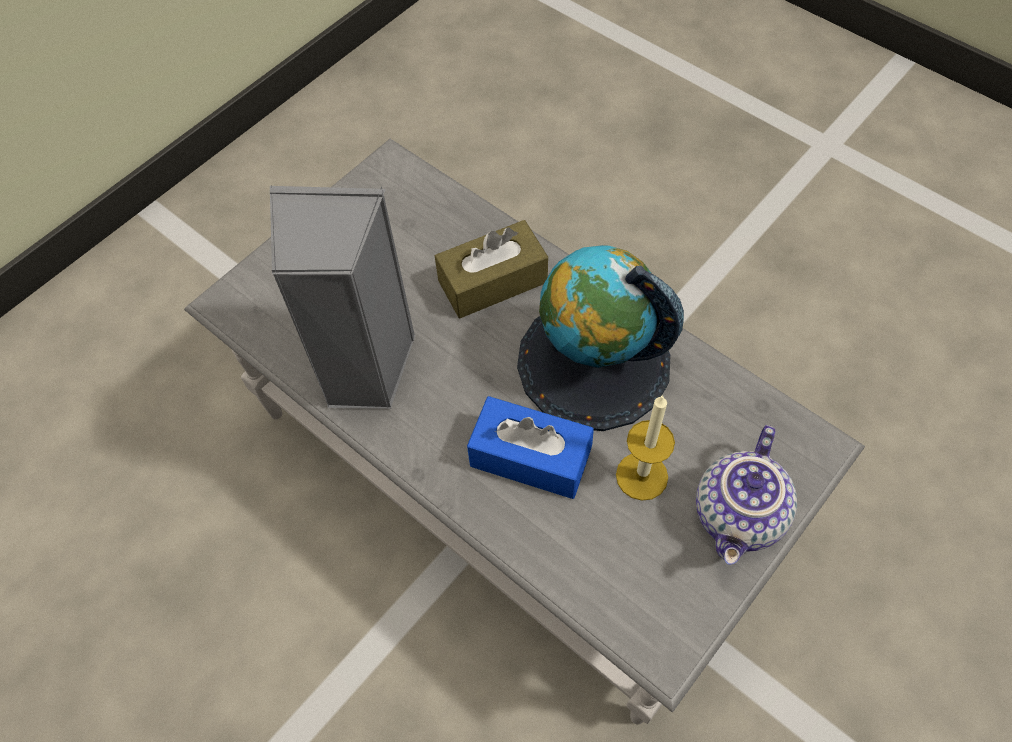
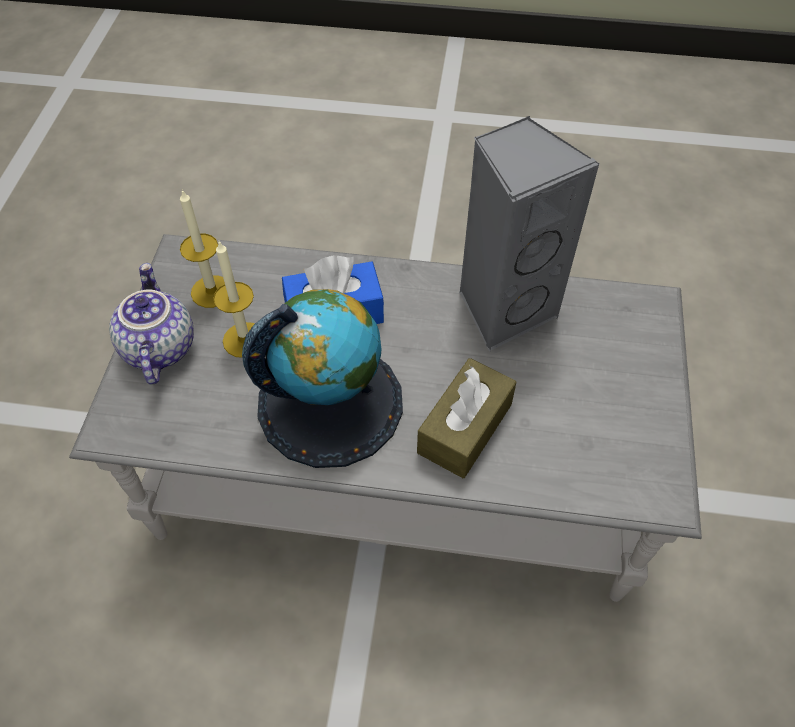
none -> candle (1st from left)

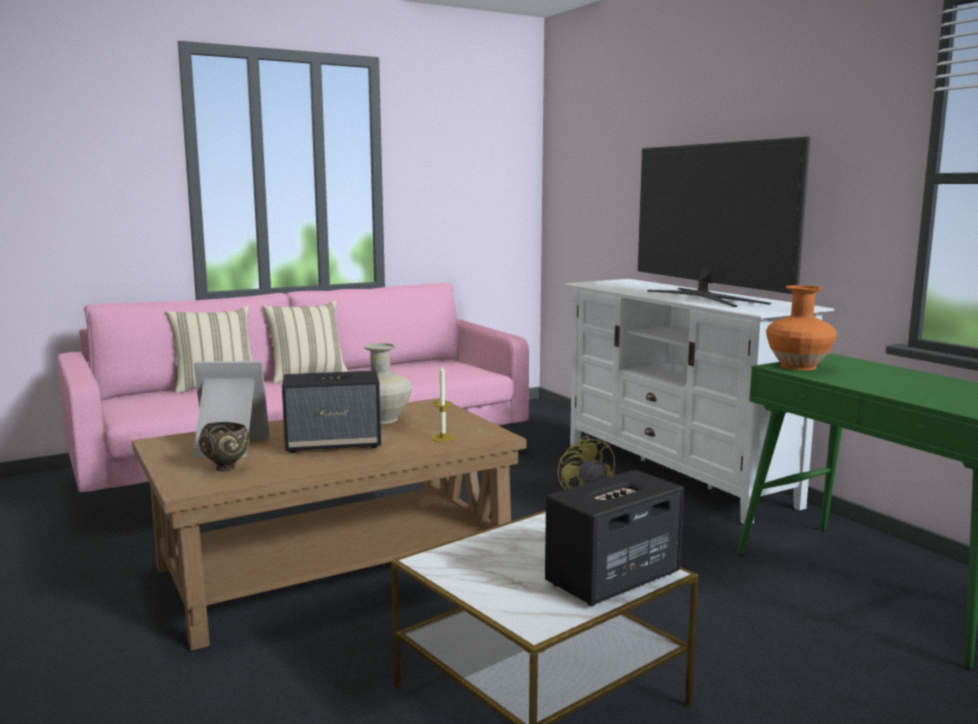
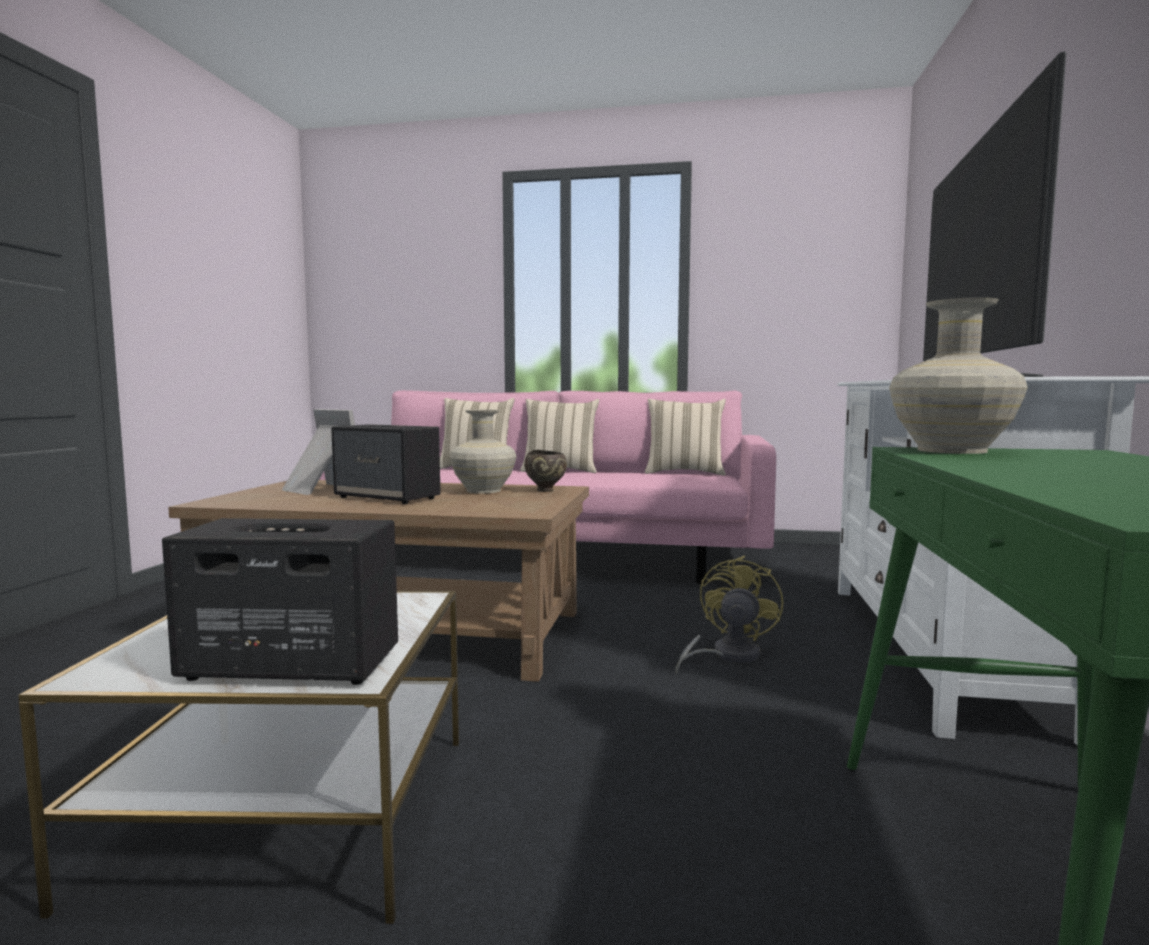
orange vase -> beige vase (2nd from left)
candle -> none
brown bowl, moved
none -> beige pillow (3rd from left)

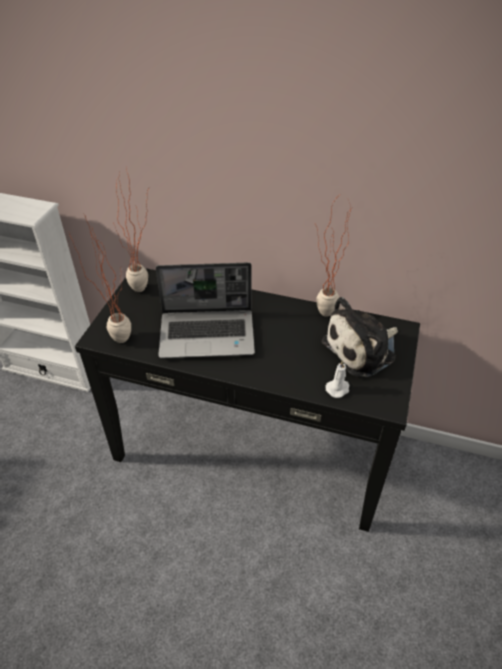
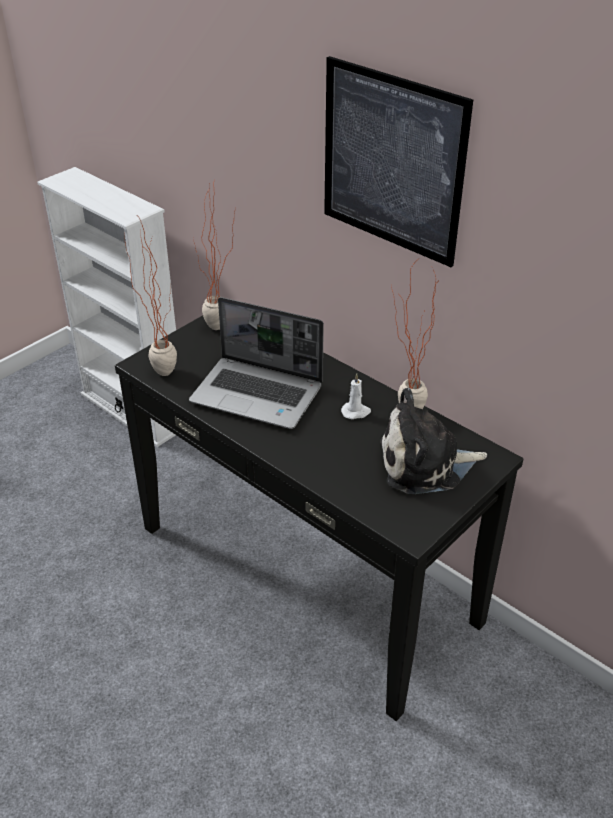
white candle, moved
none -> picture

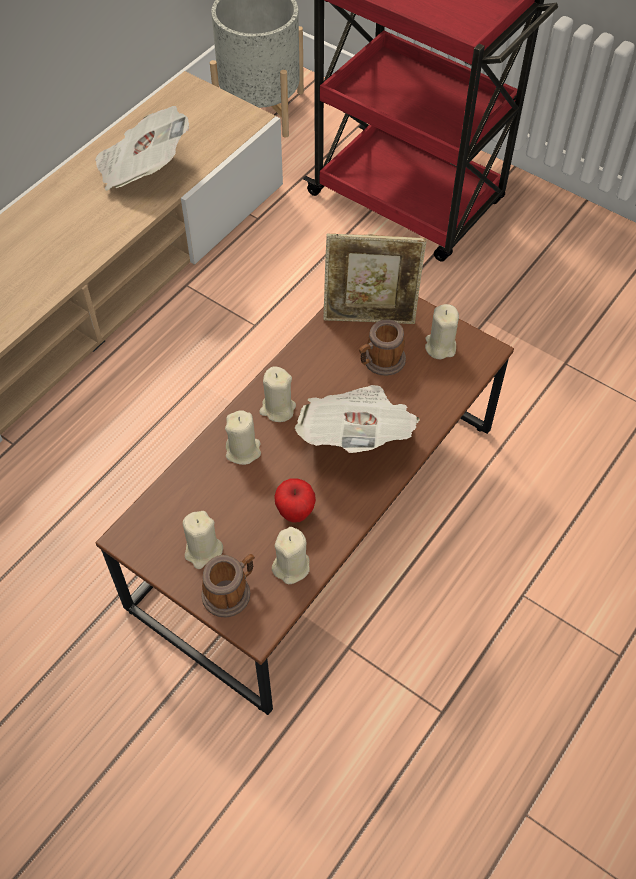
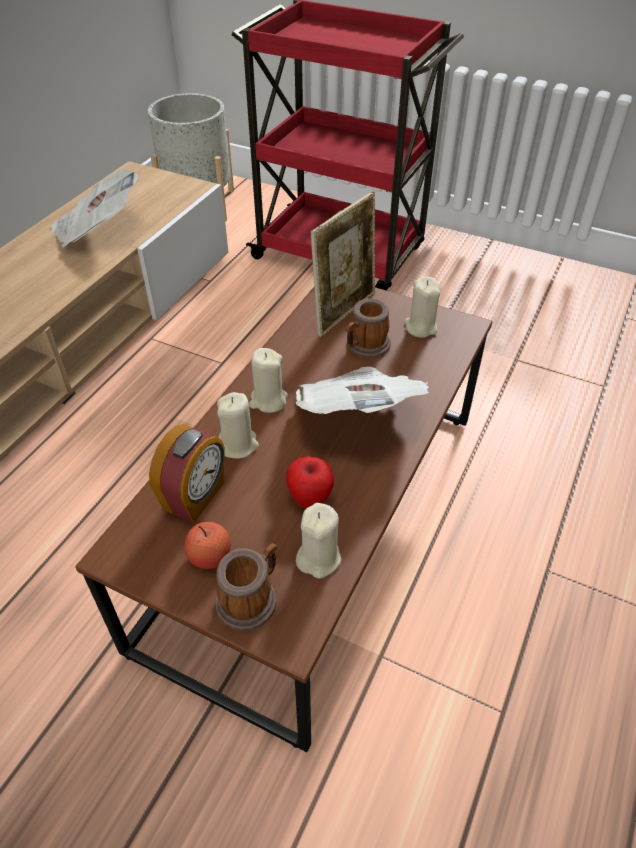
picture frame, 45 degrees counterclockwise
beige candle (1st from left) -> apple (1st from left)
none -> alarm clock

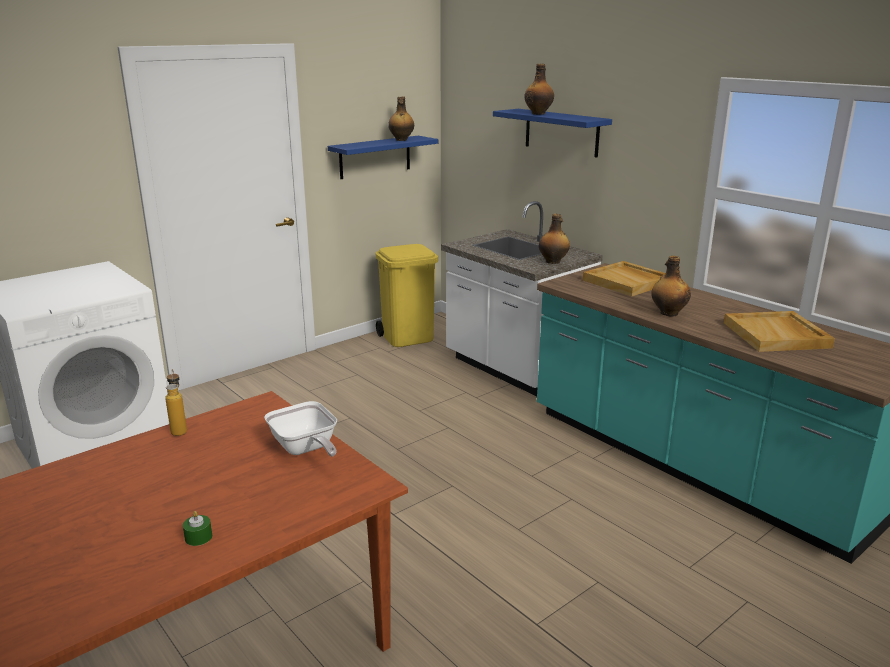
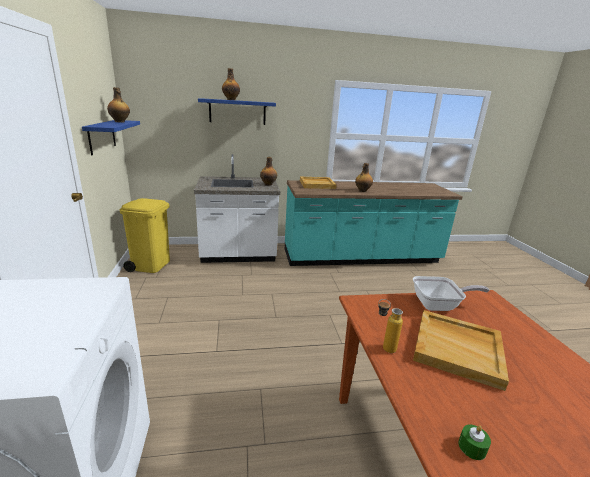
beige tray (2nd from left), moved
green candle, moved

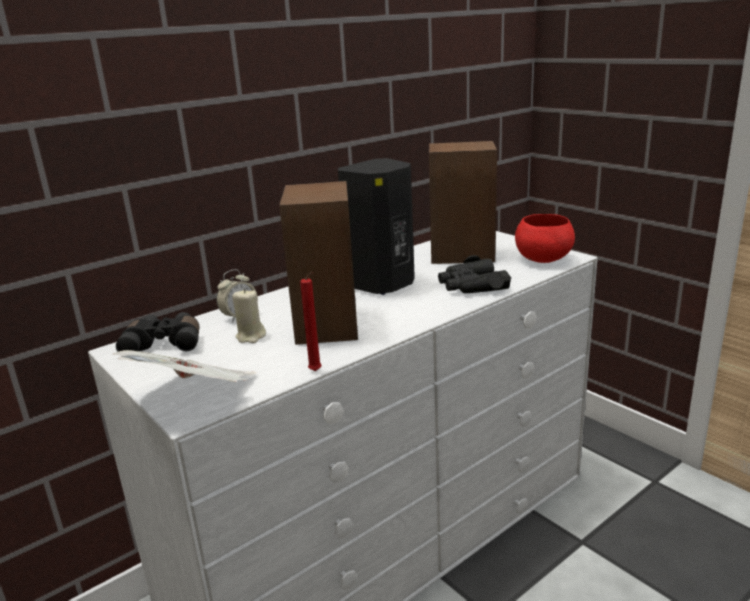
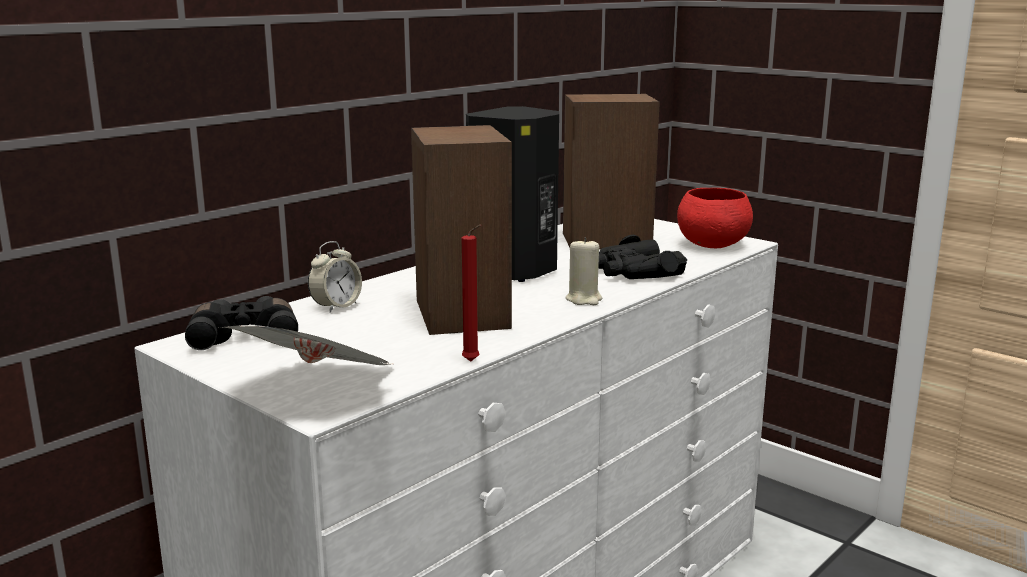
beige candle, moved

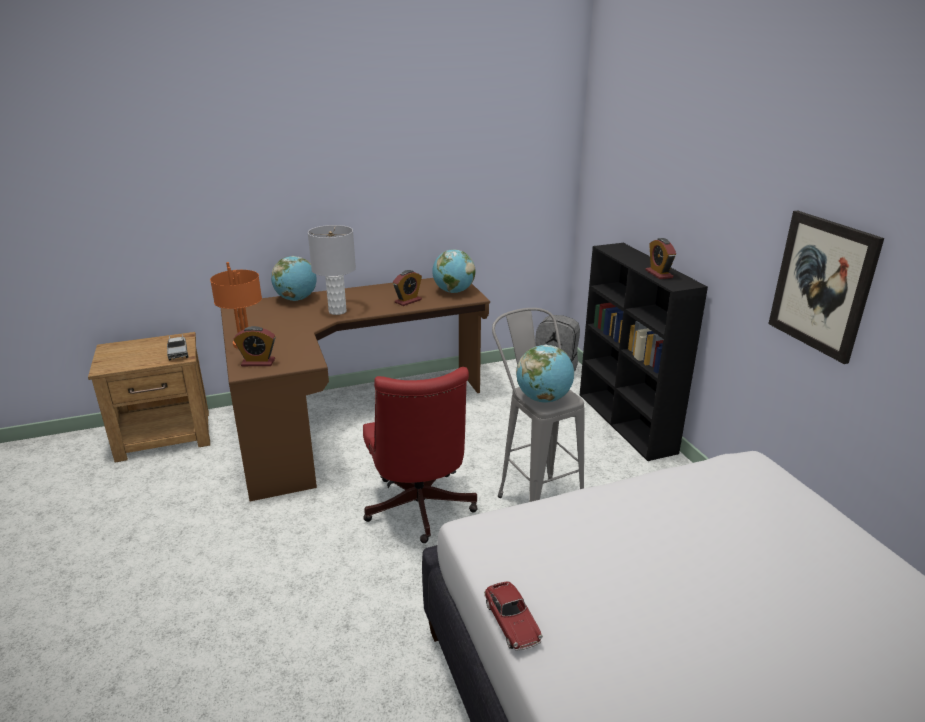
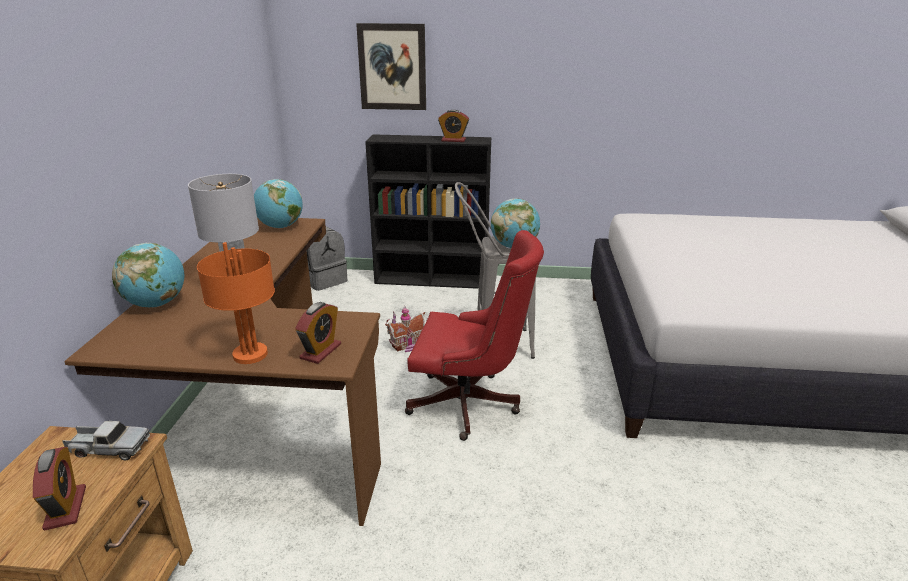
picture, moved
alarm clock (2nd from left in the first image) -> alarm clock (1st from left), moved
toy car -> none
none -> toy house

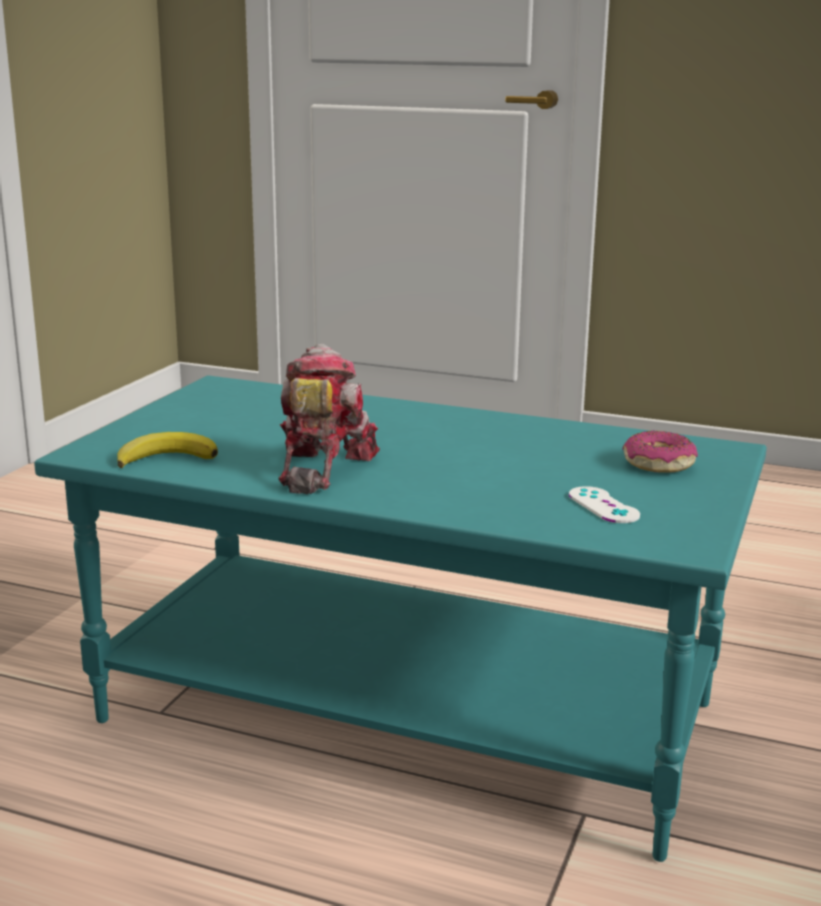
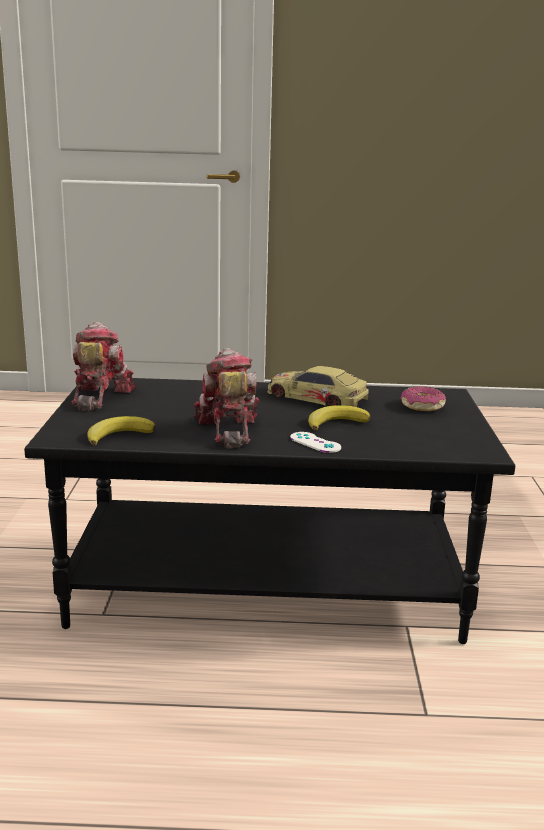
turquoise coffee table -> black coffee table
white game controller, moved
none -> toy robot (1st from left)
none -> toy car
none -> banana (2nd from left)

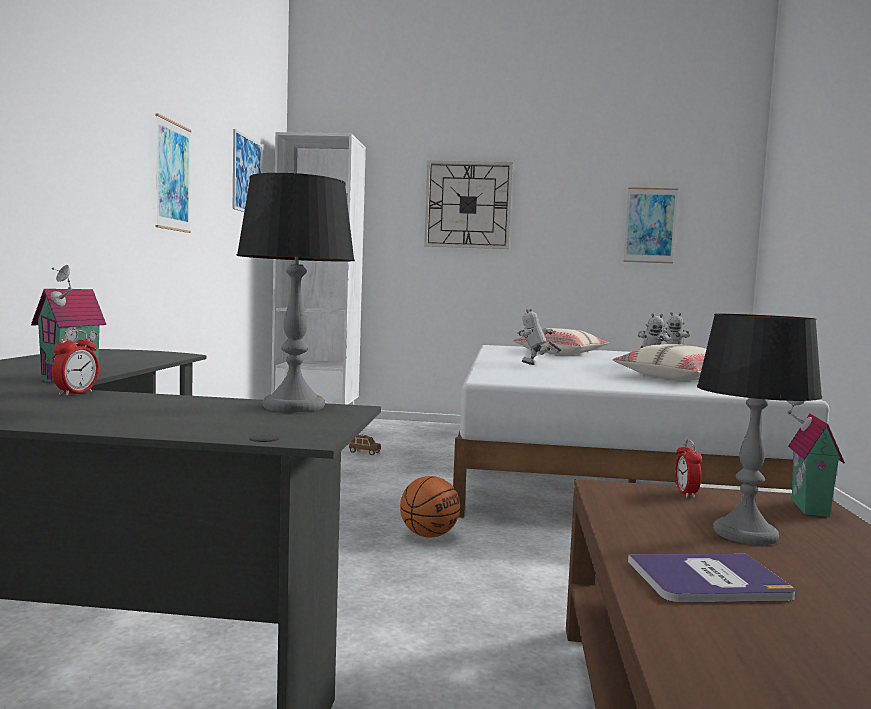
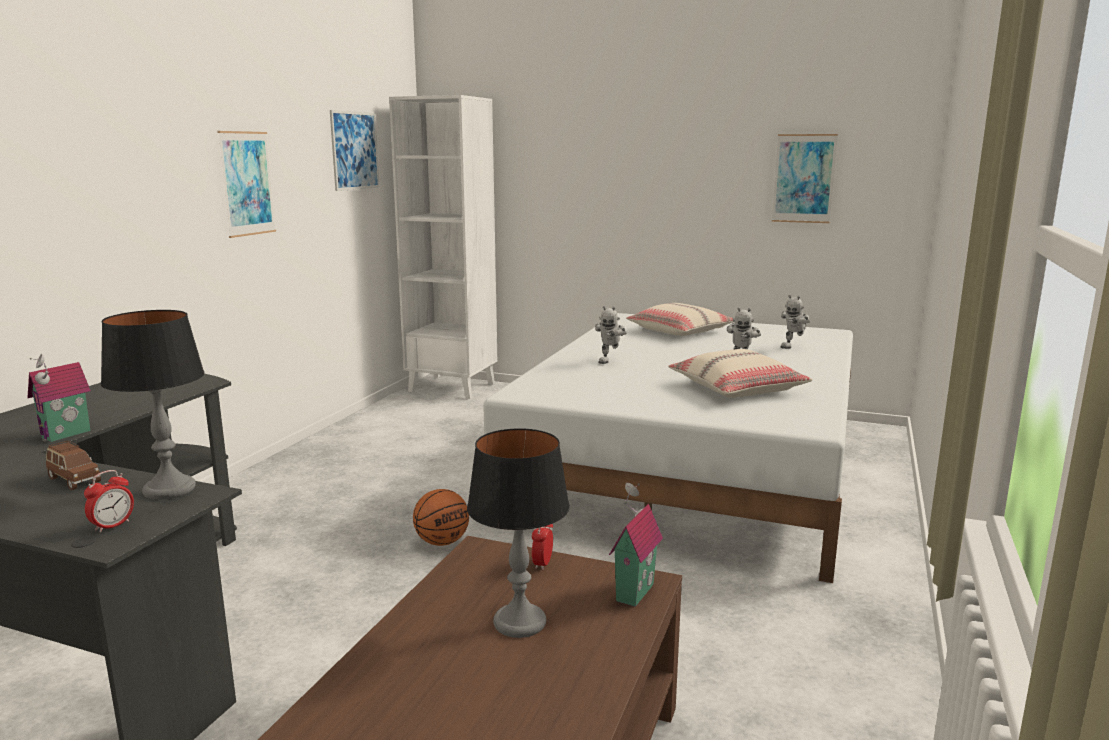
wall clock -> none
toy robot (1st from left), 120 degrees counterclockwise
alarm clock (1st from left), moved
brown toy car, moved
book -> none

